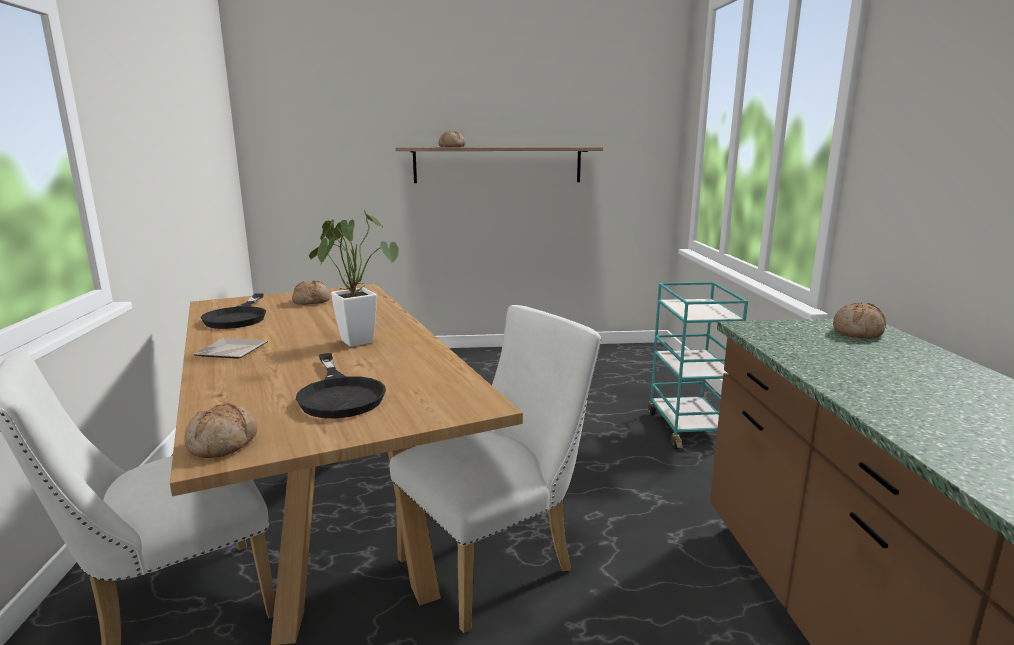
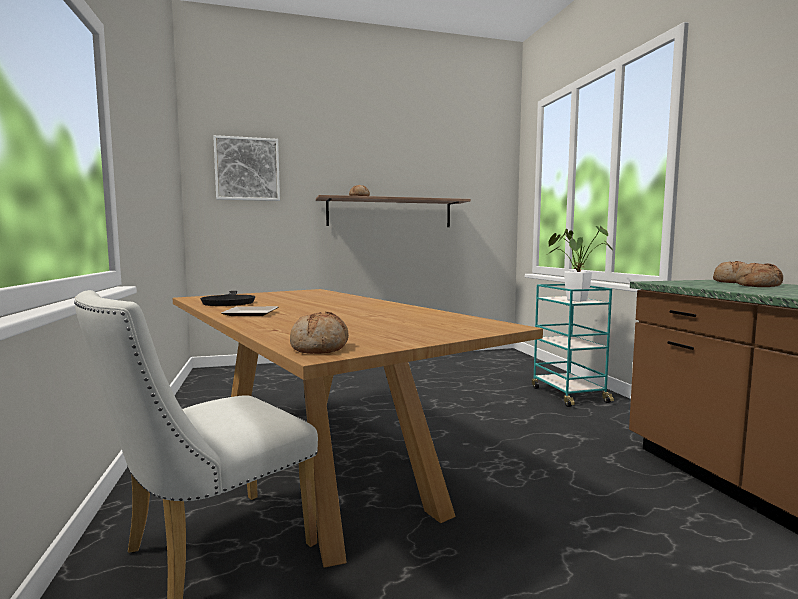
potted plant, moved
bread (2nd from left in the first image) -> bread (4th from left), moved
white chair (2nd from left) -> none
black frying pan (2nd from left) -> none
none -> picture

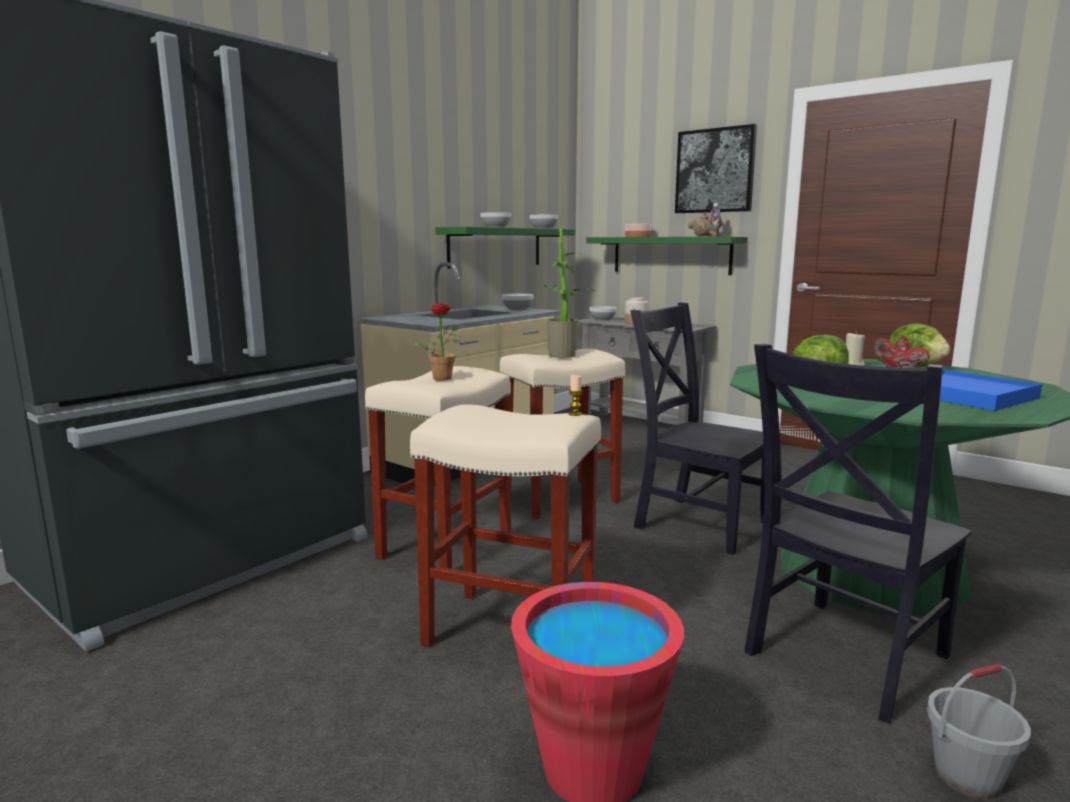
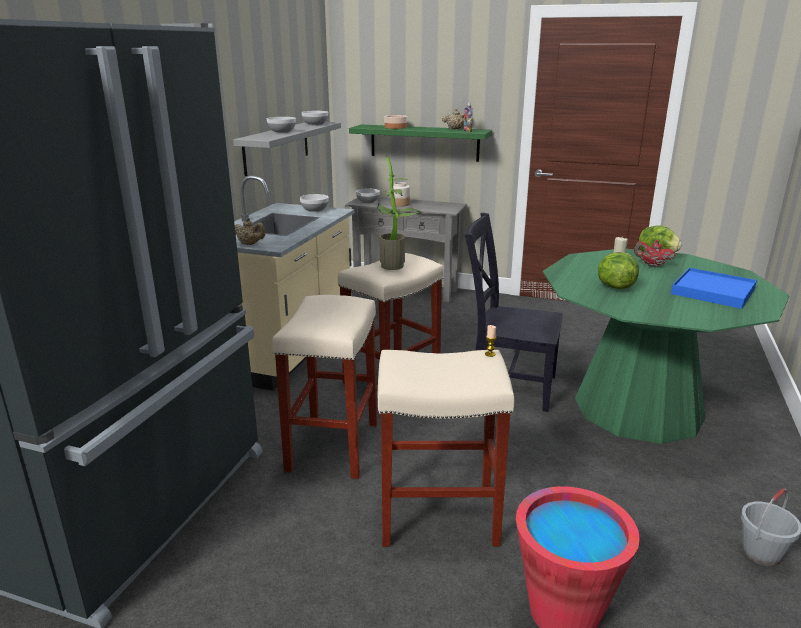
picture -> none
green shelf (1st from left) -> grey shelf
potted plant (1st from left) -> none
black chair (2nd from left) -> none
none -> beige teapot (1st from left)

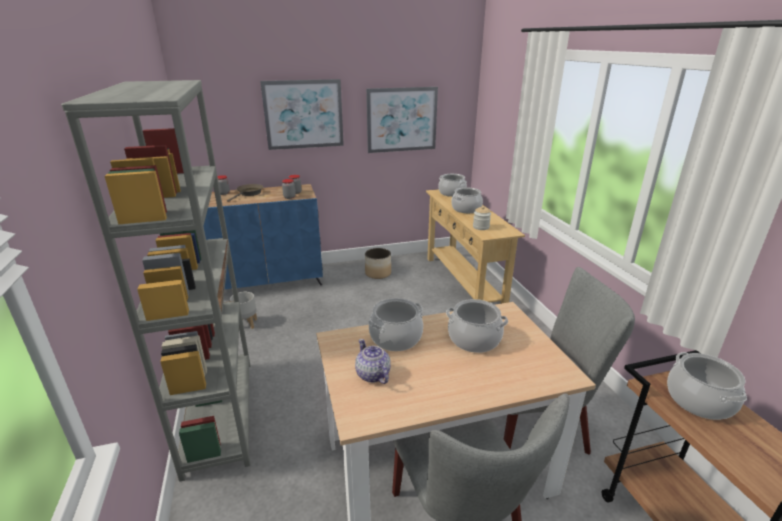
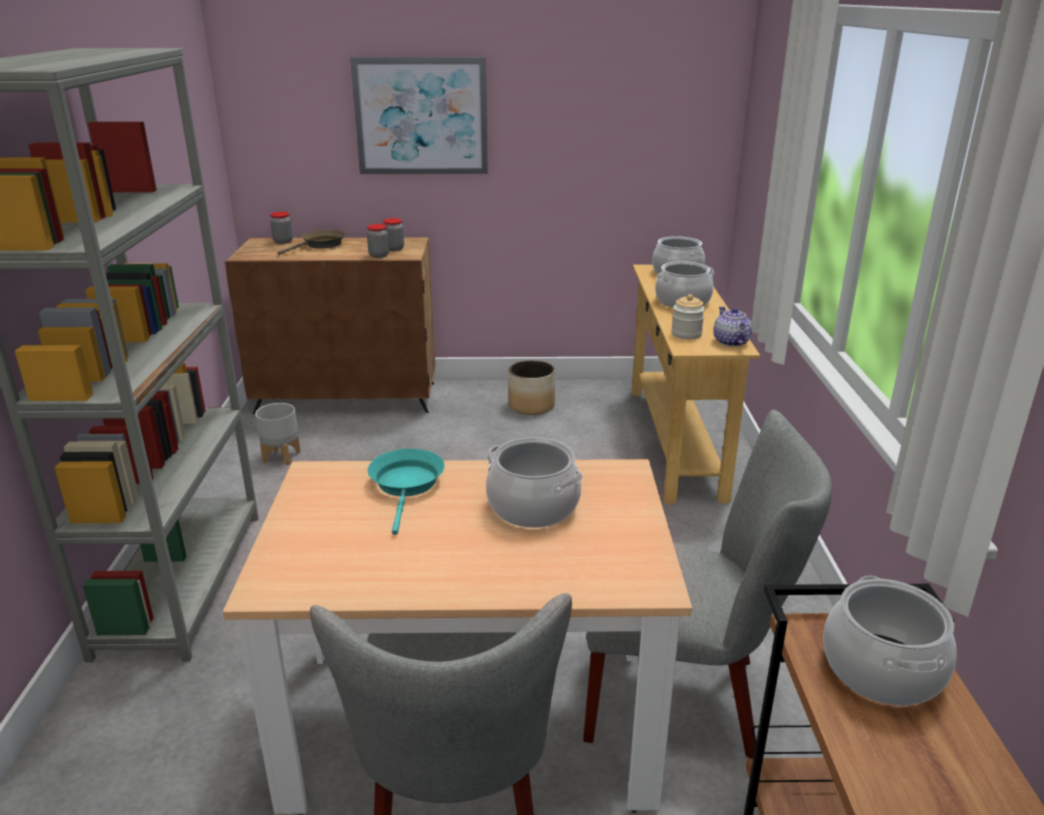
picture (2nd from left) -> none
blue cabinet -> brown cabinet
cooking pot (1st from left) -> turquoise frying pan
teapot, moved

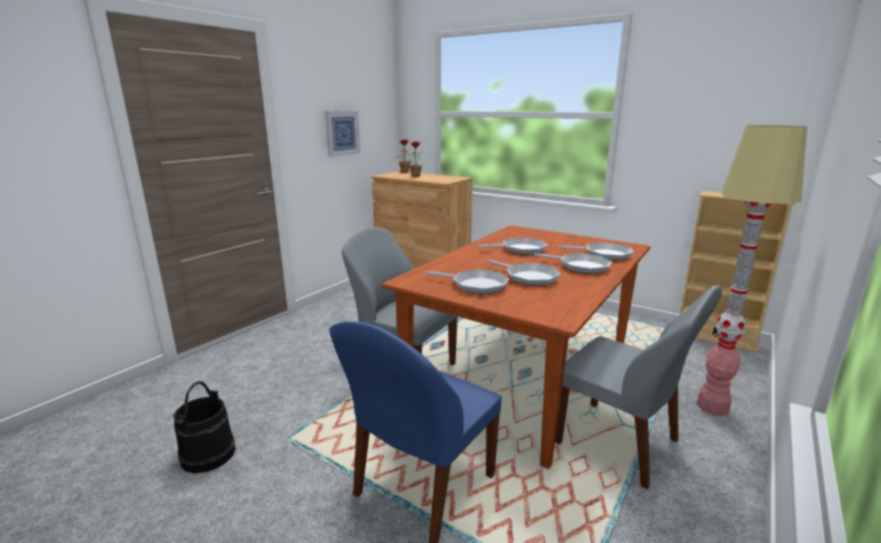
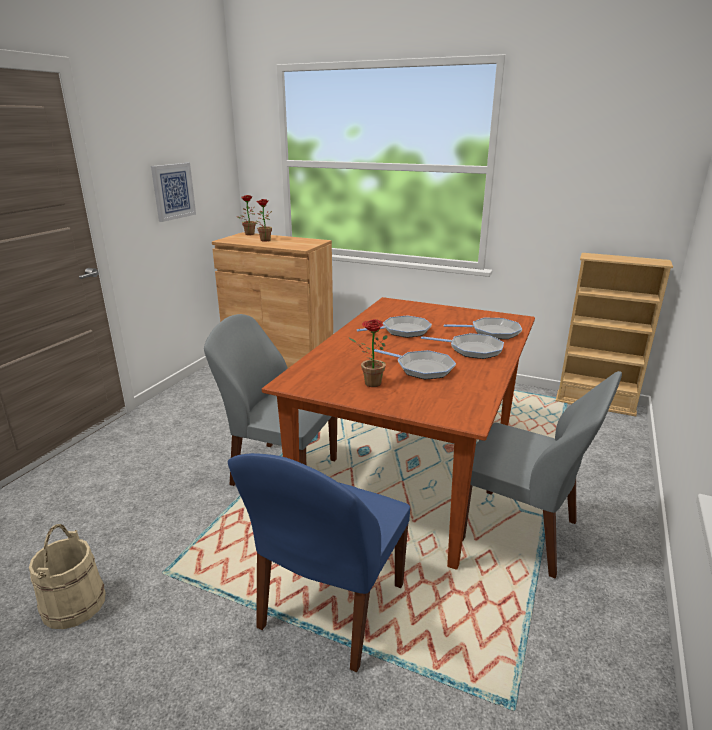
floor lamp -> none
frying pan (1st from left) -> potted plant (3rd from left)
black bucket -> beige bucket

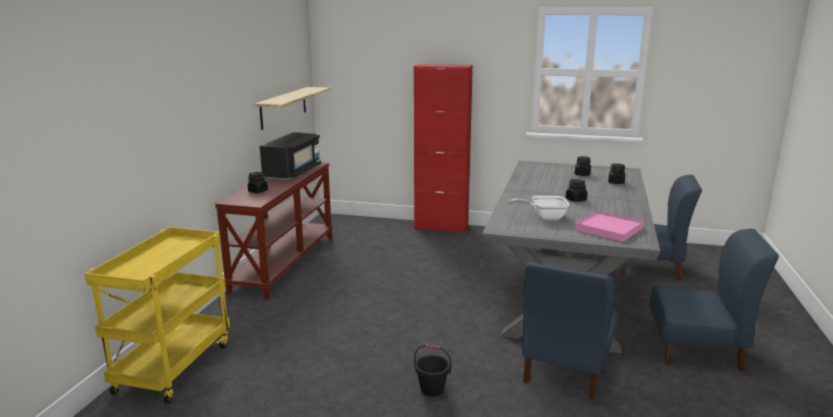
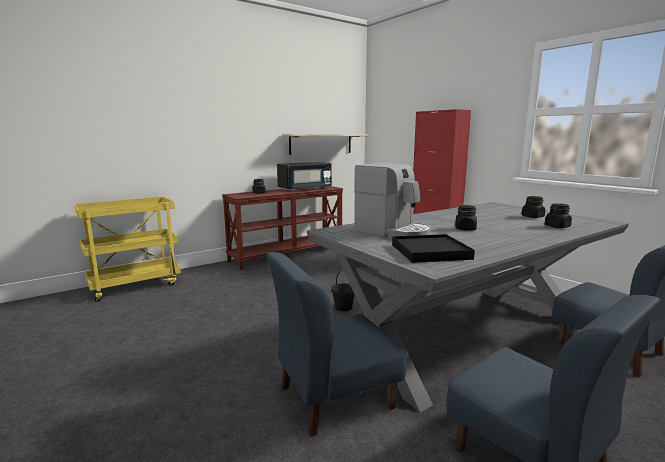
frying pan -> coffee machine
pink tray -> black tray
black bucket, moved

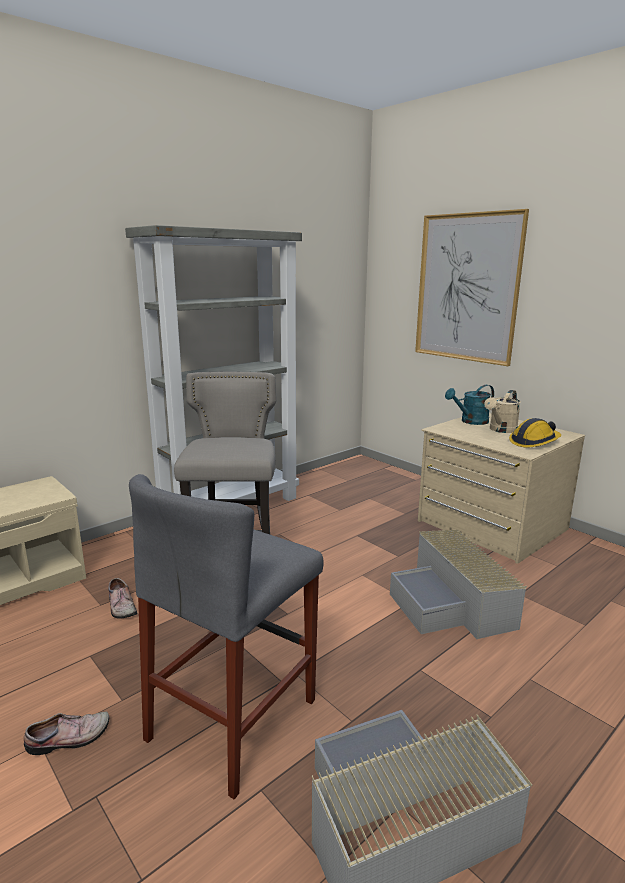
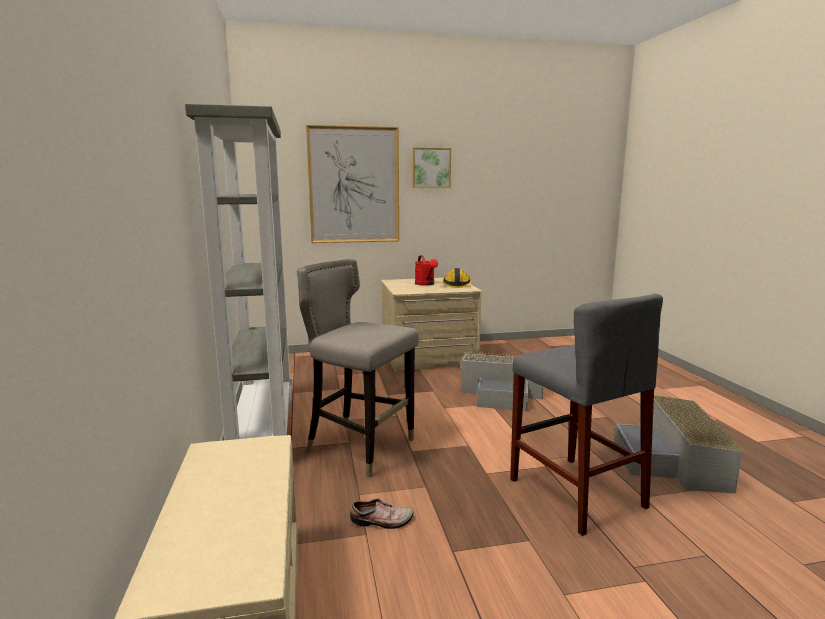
turquoise watering can -> none
beige watering can -> red watering can
shoe (1st from left) -> none
none -> picture (2nd from left)

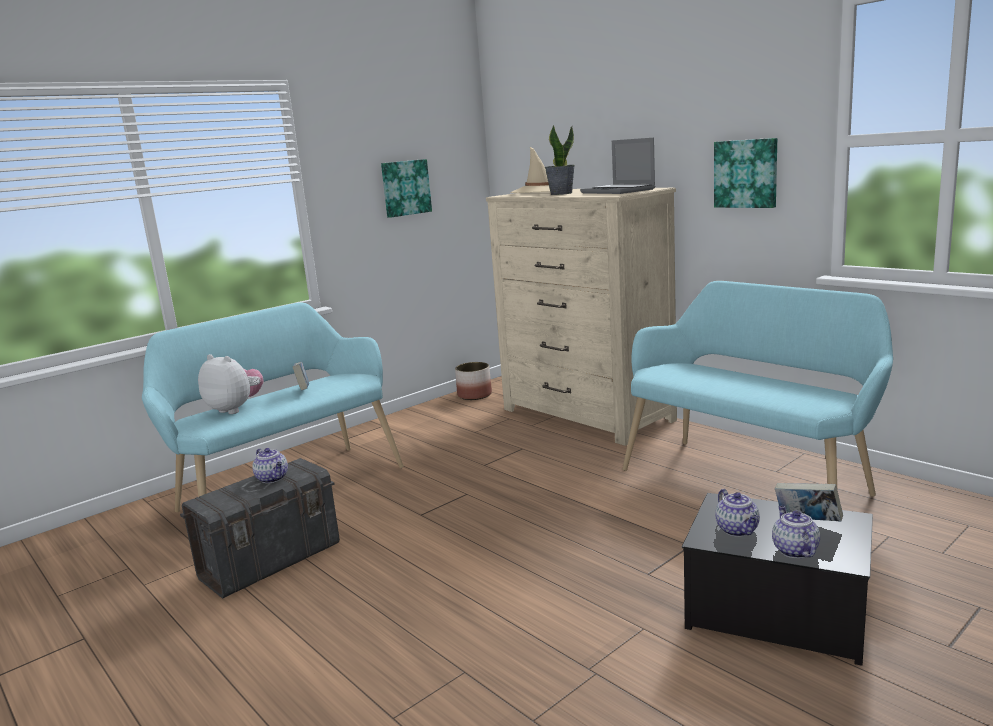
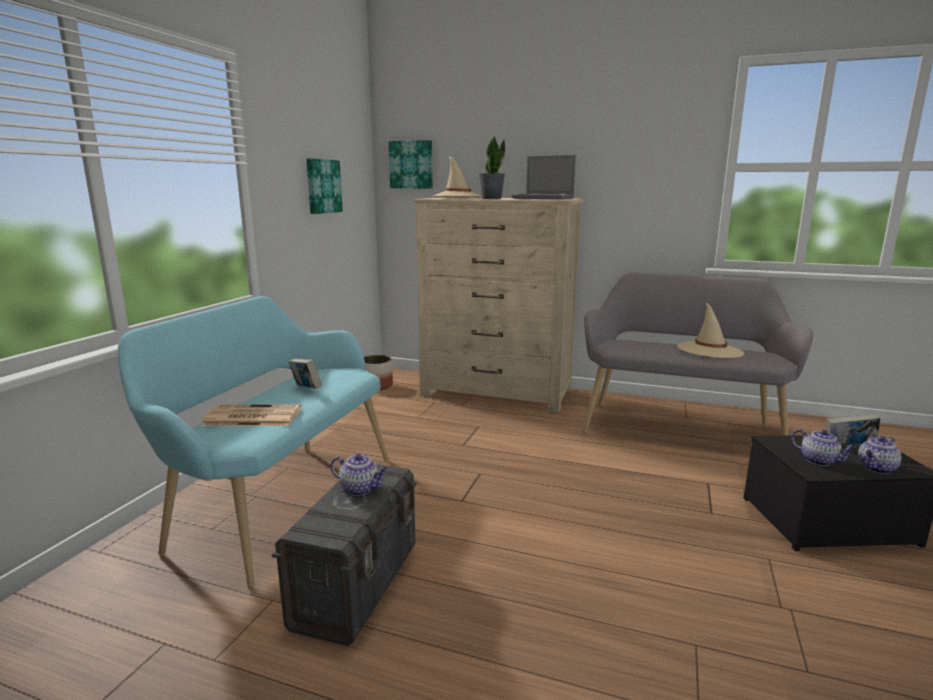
picture (2nd from left), moved
turquoise bench (2nd from left) -> grey bench
plush toy -> newspaper
teapot (3rd from left), 90 degrees counterclockwise
none -> beige hat (2nd from left)

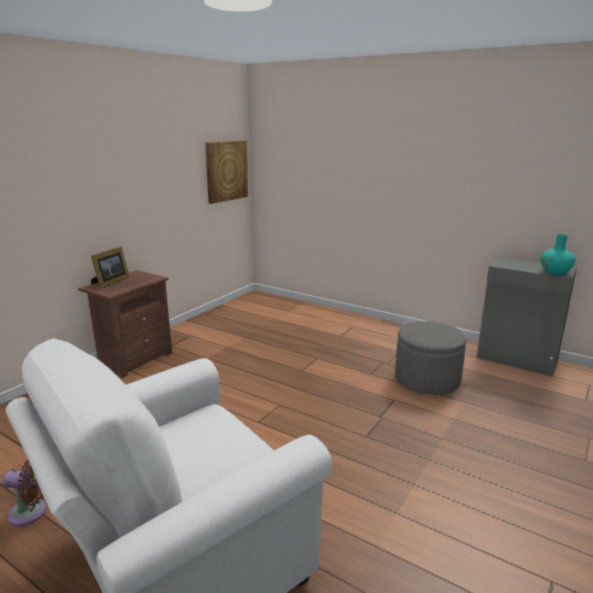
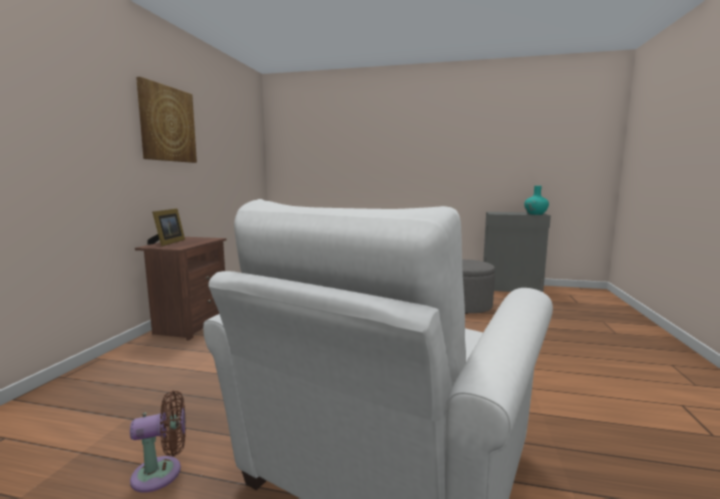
picture, moved

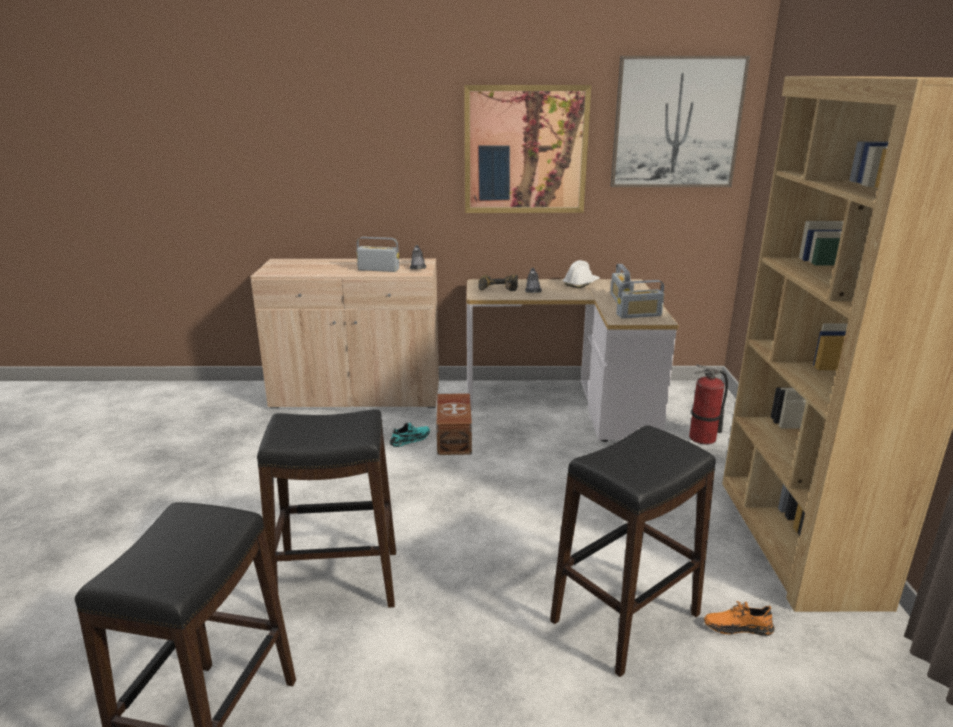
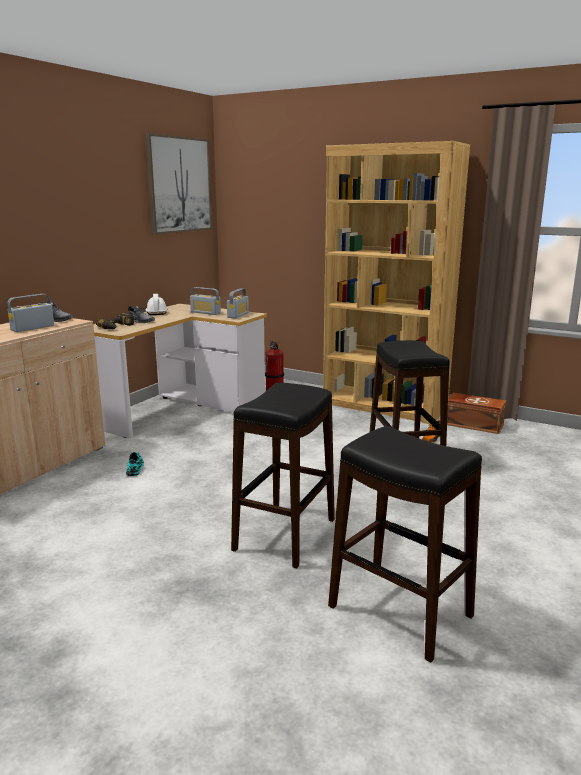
picture (1st from left) -> none
brown storage box, moved

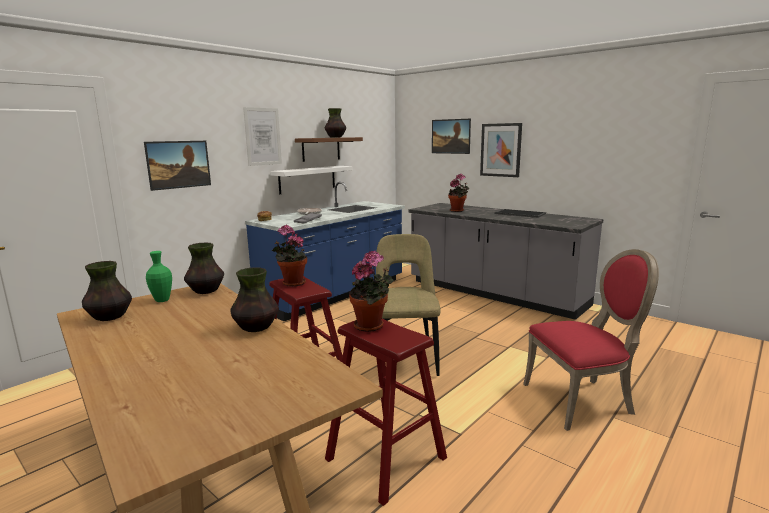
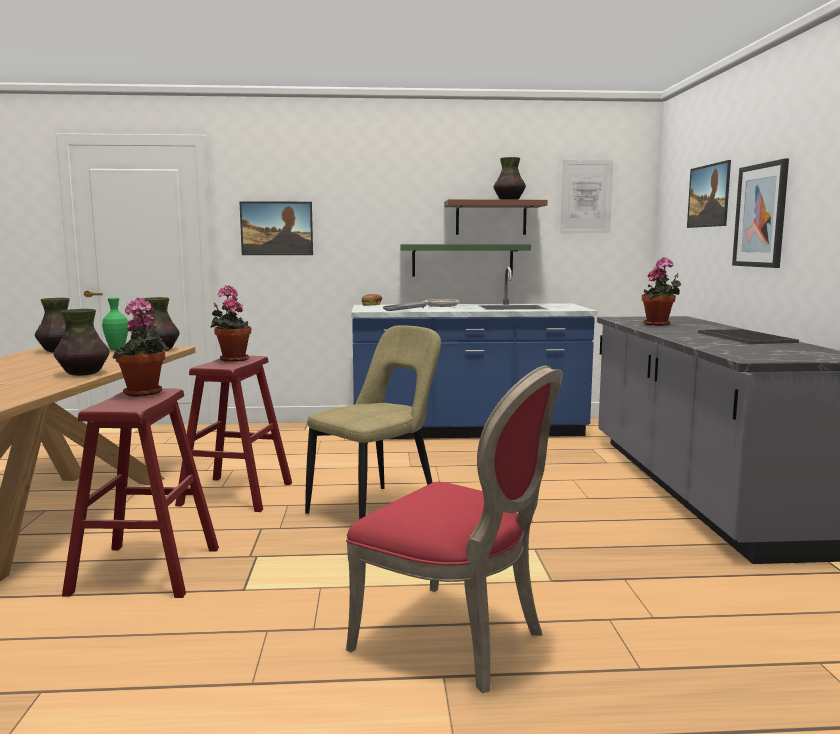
picture (2nd from left), moved
white shelf -> green shelf

